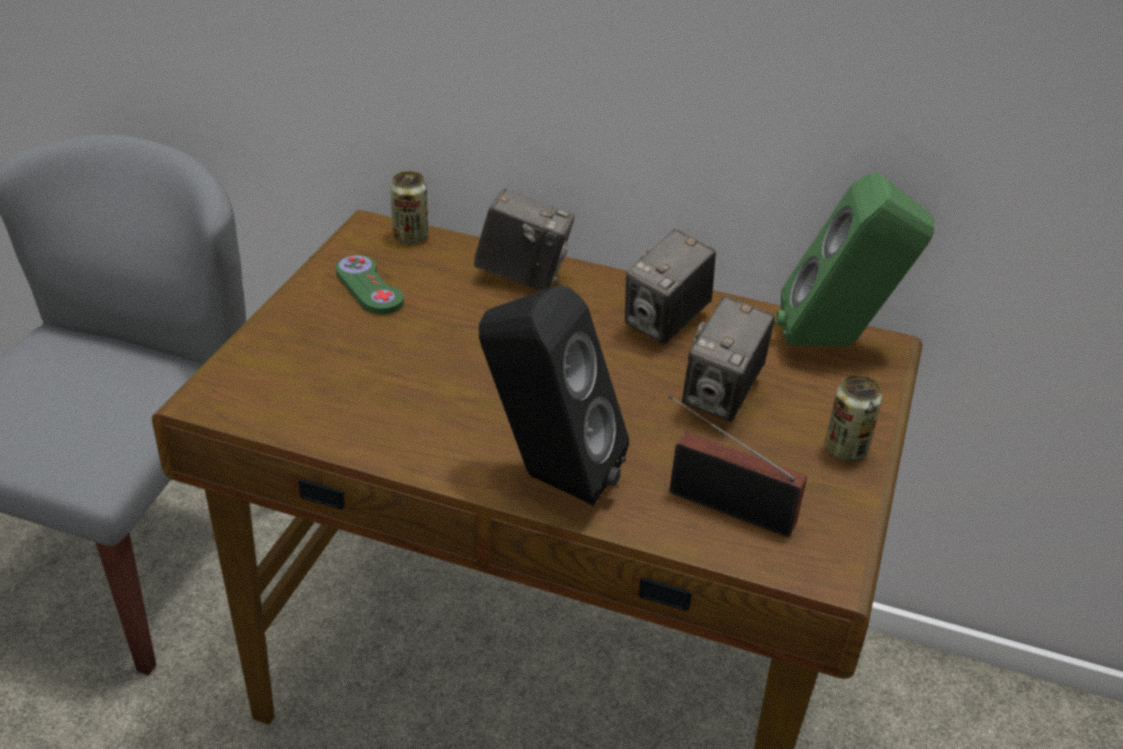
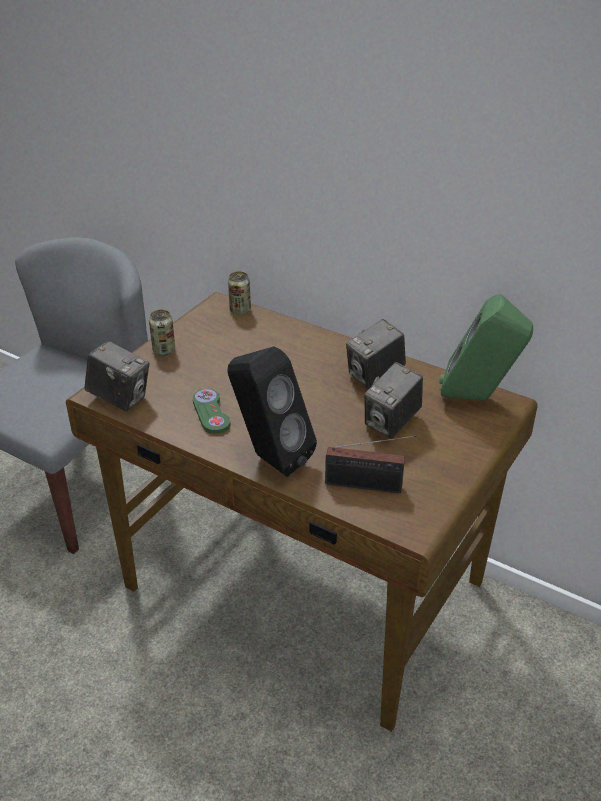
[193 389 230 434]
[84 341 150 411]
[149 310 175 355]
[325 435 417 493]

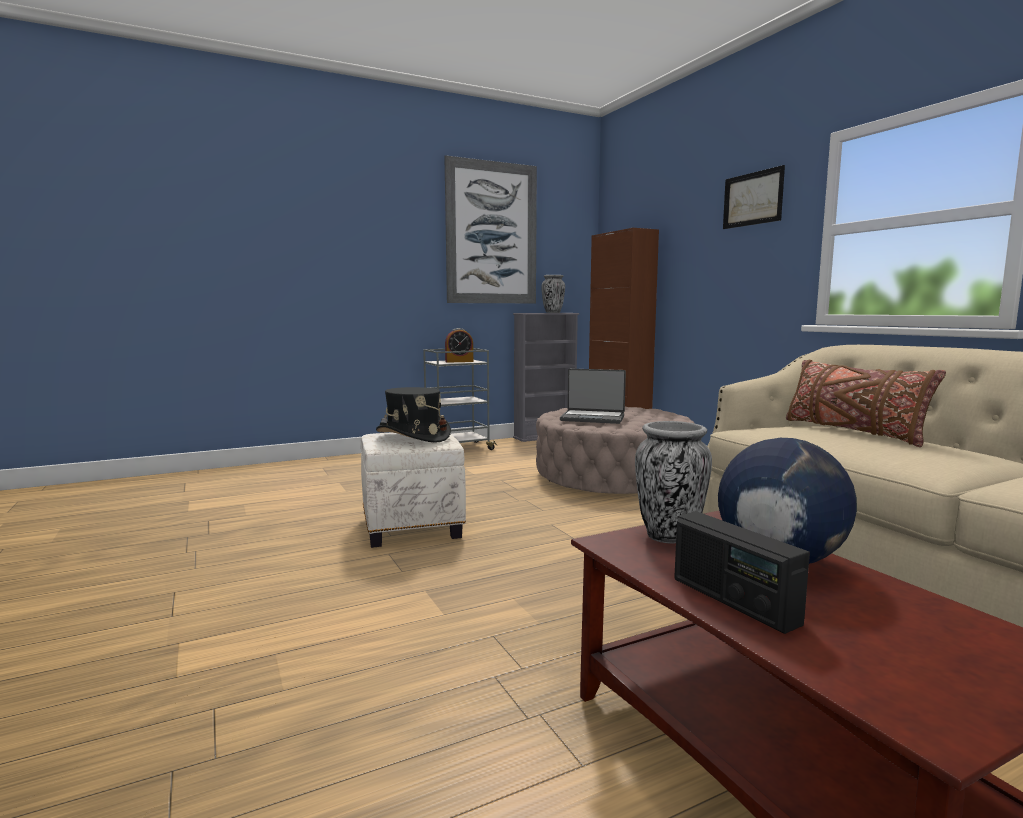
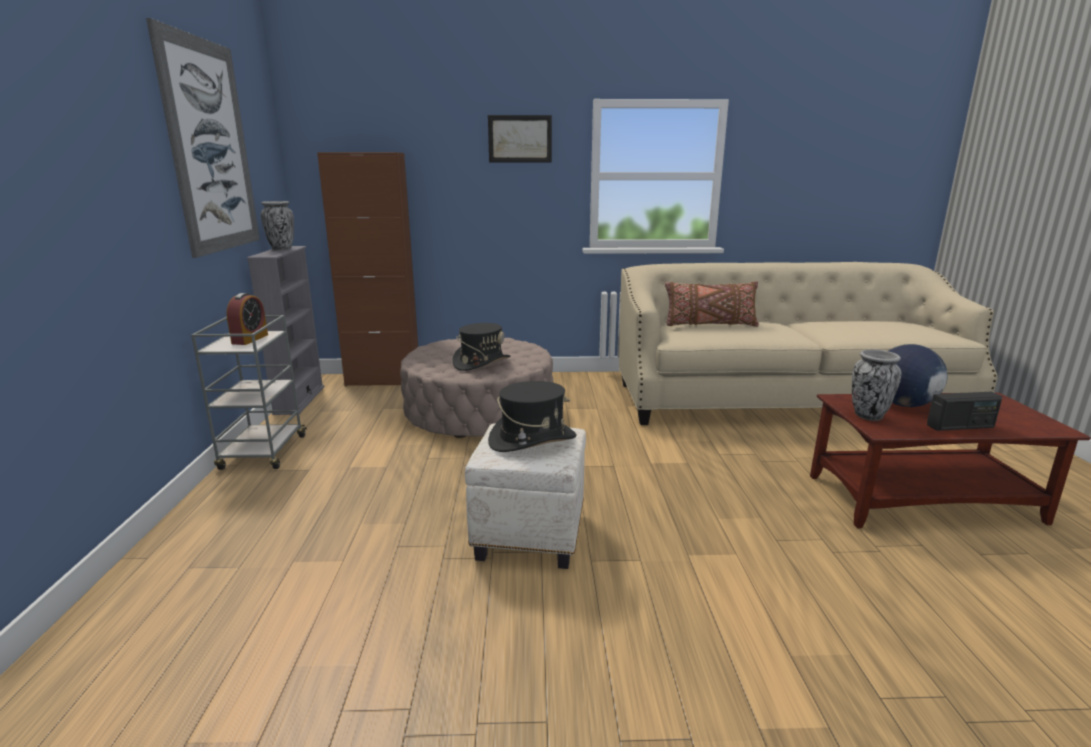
[452 323 510 371]

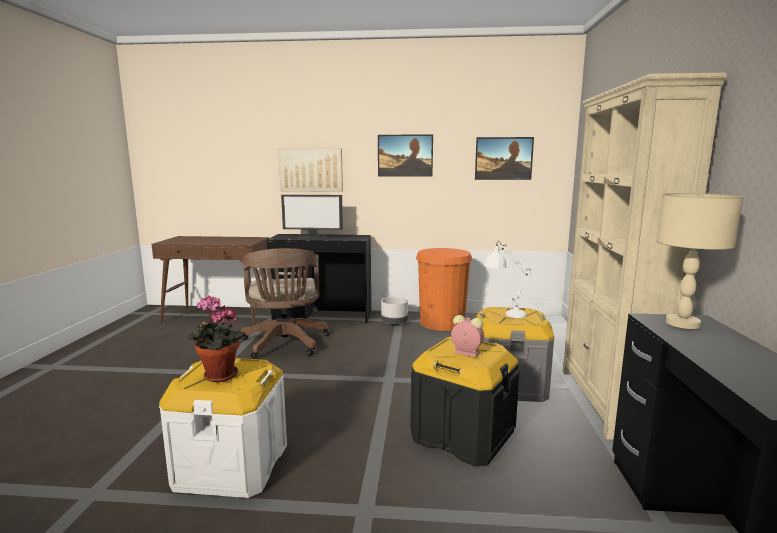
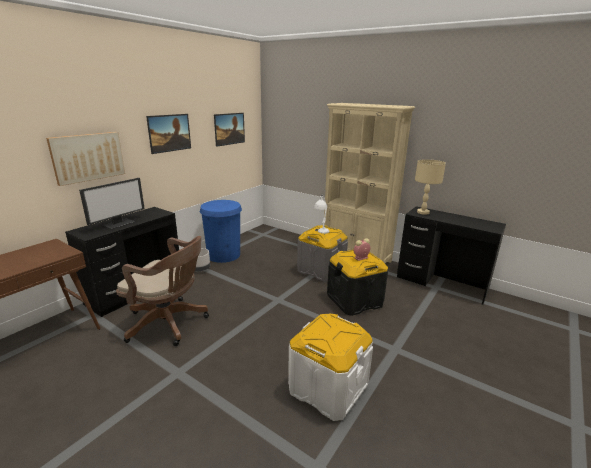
[188 295 245 383] (first image)
[200 200 242 263]

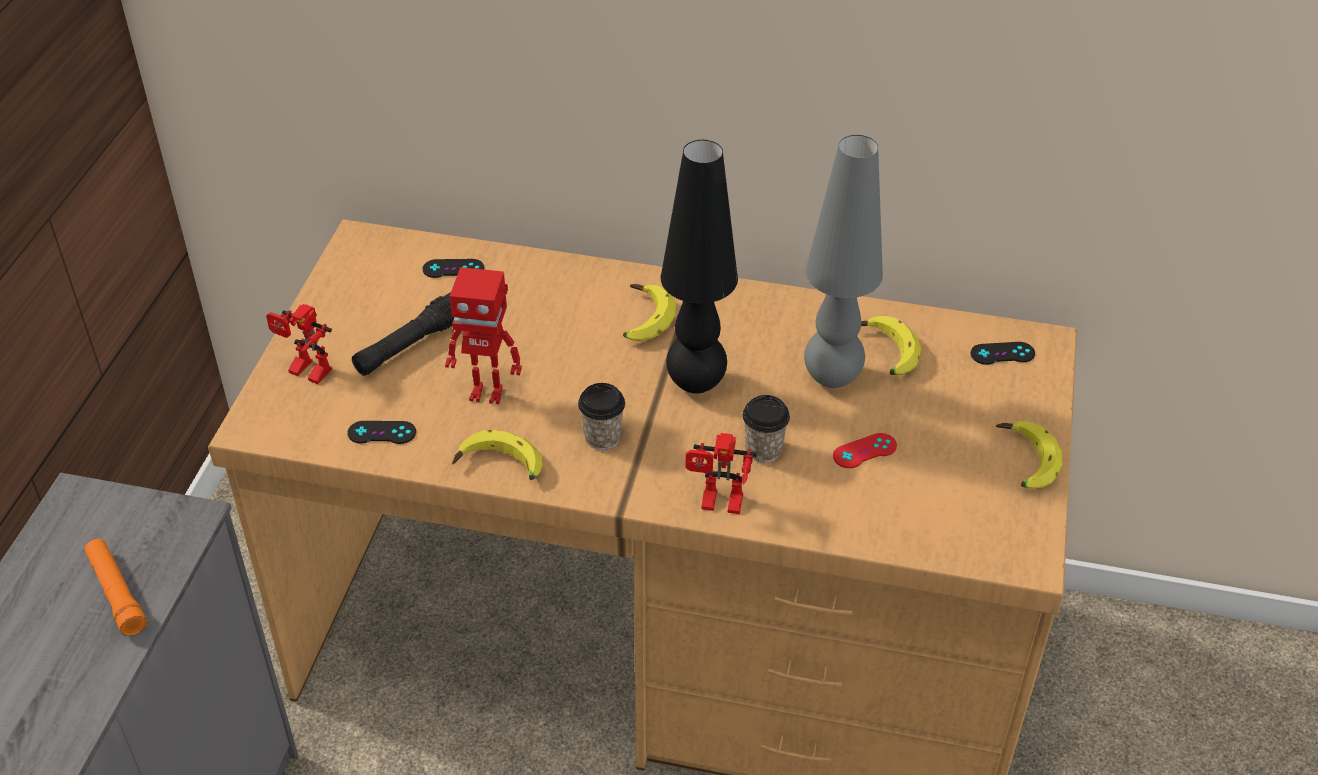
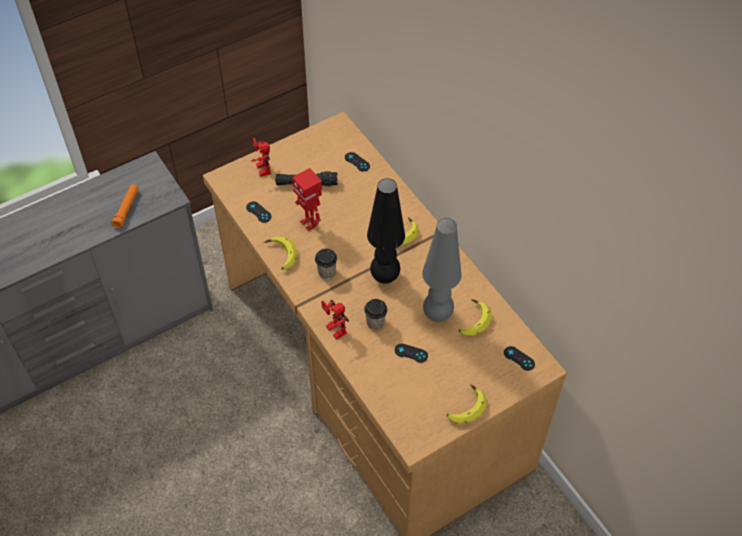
[395 344 428 363]

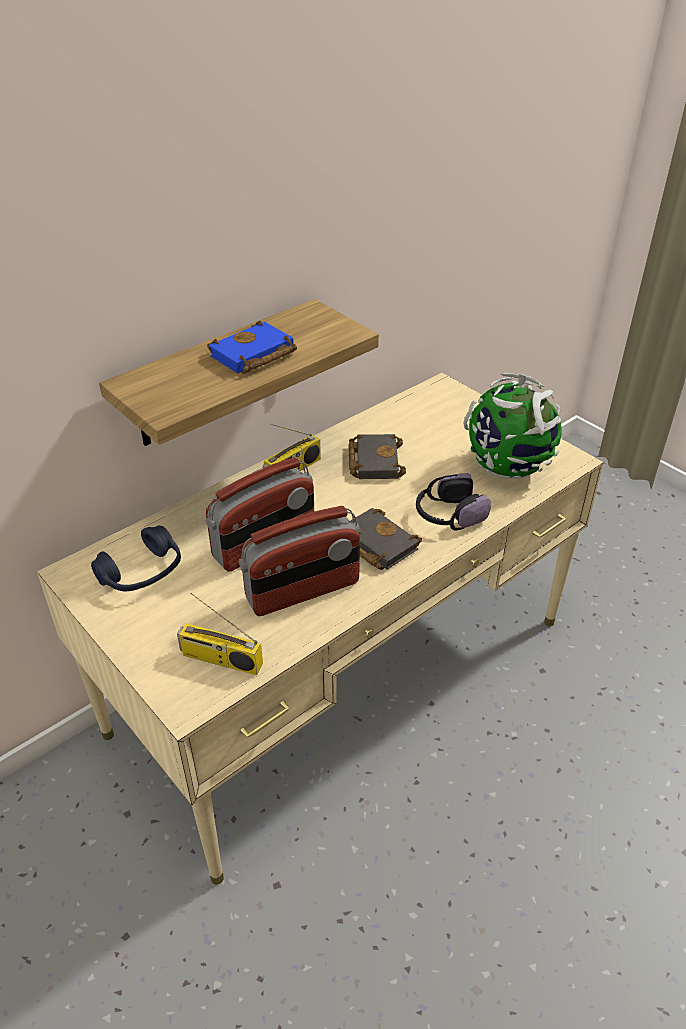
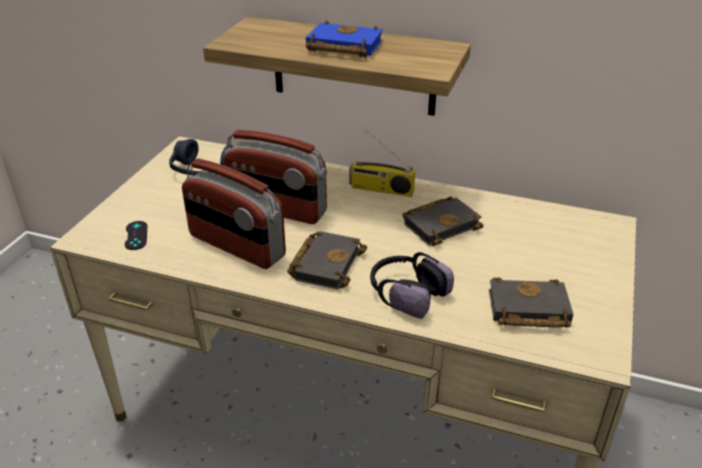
[125 221 147 250]
[489 277 573 328]

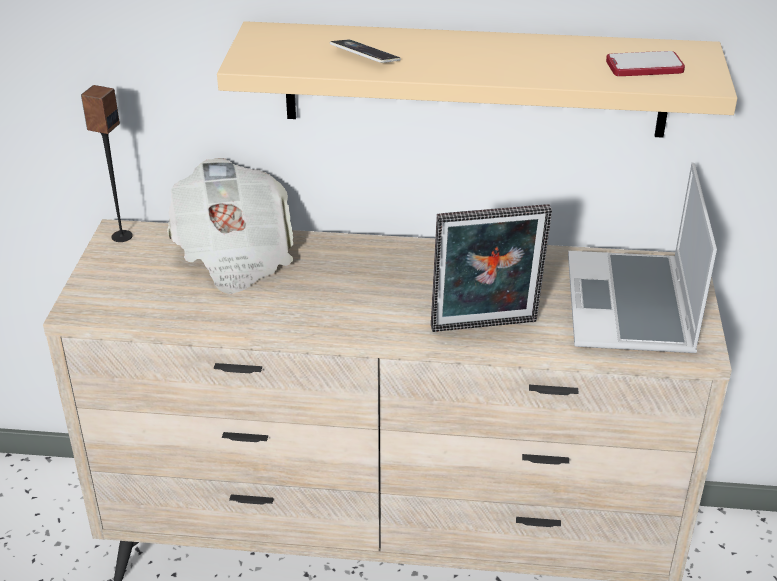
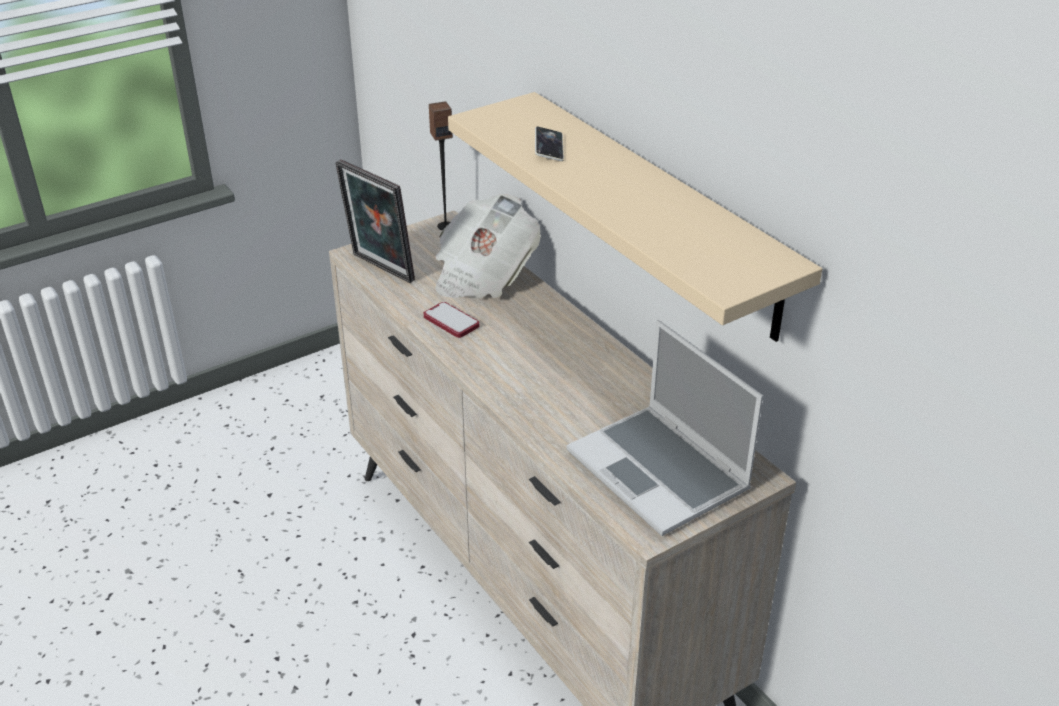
[335 159 415 283]
[423 302 479 338]
[567 320 763 536]

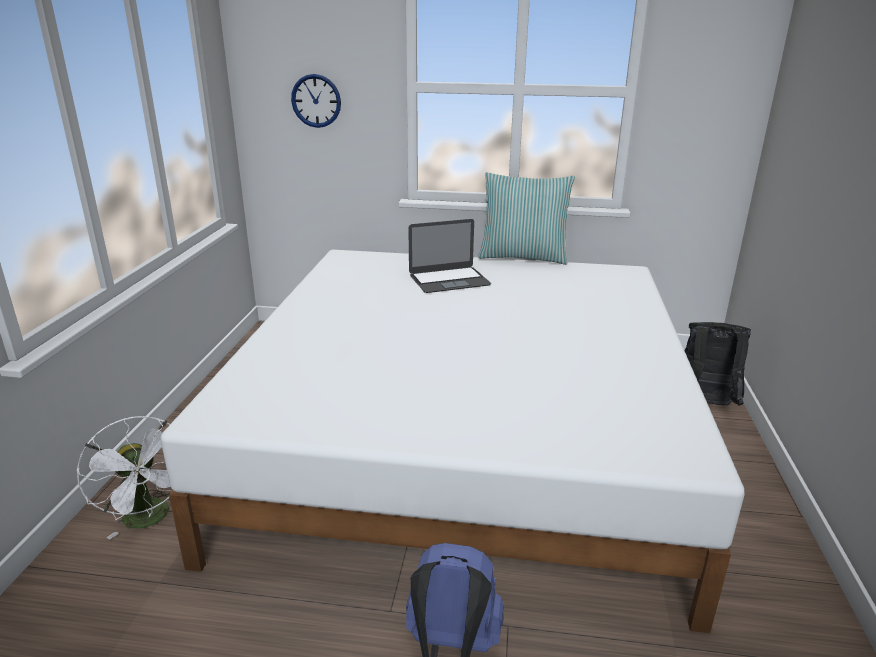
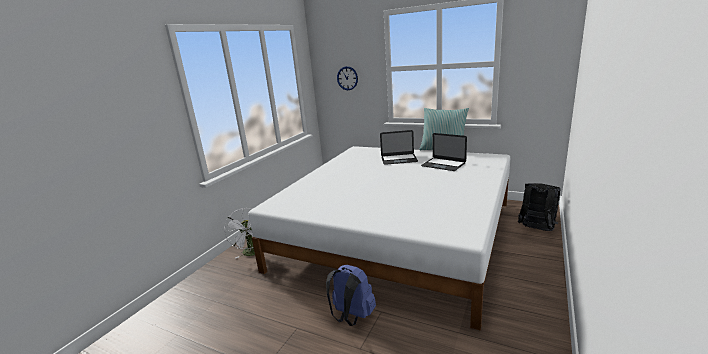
[421 133 467 171]

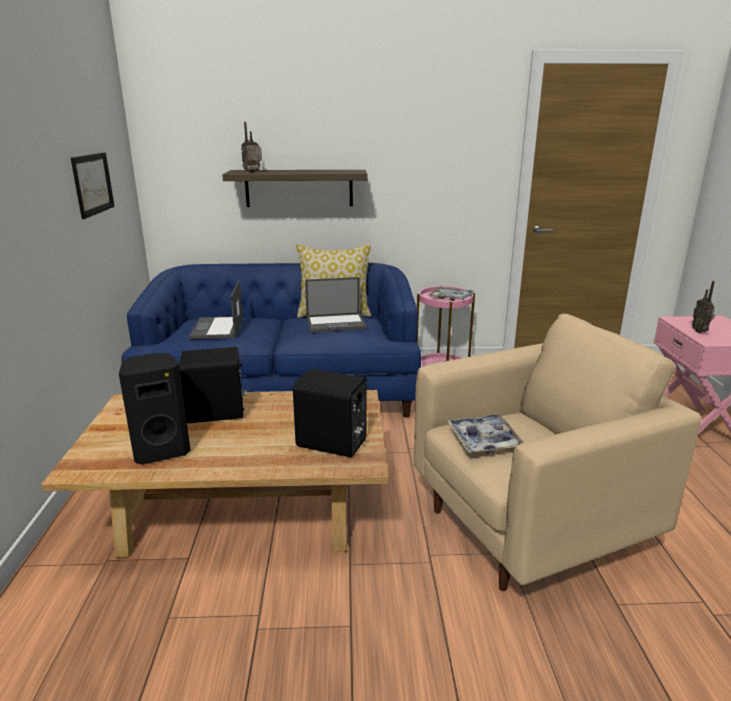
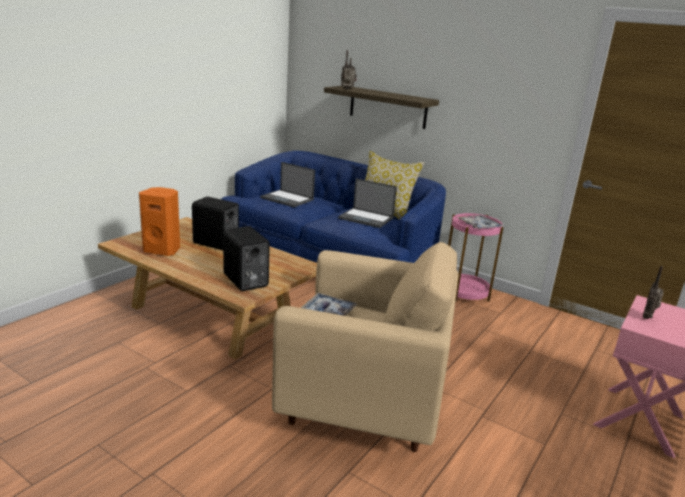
[71 152 115 219] (first image)
[139 187 180 256]
[260 162 315 207]

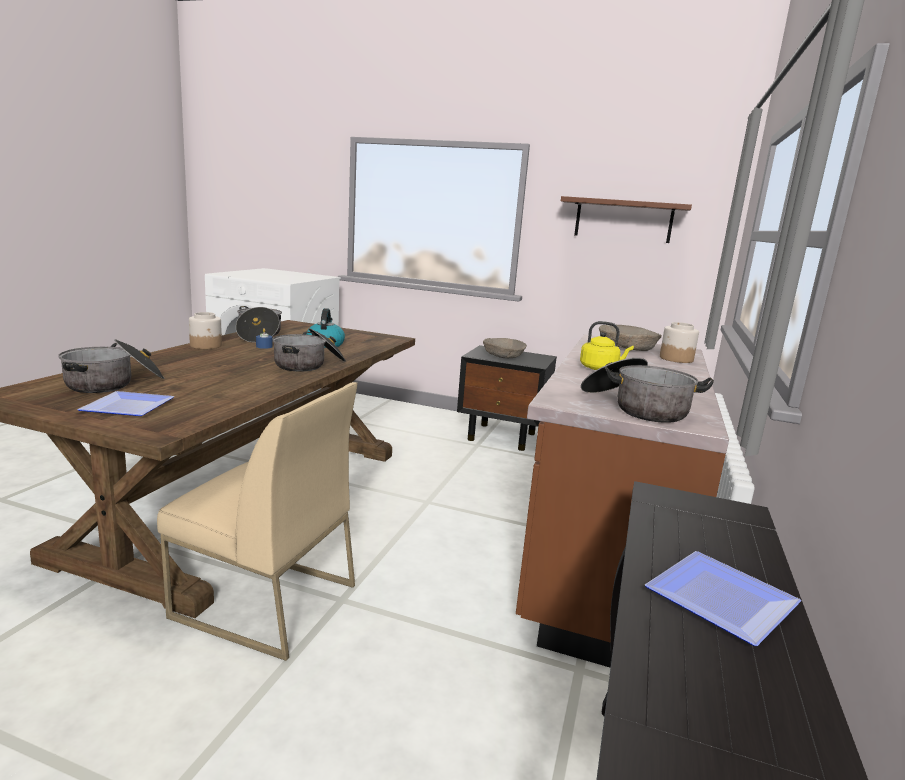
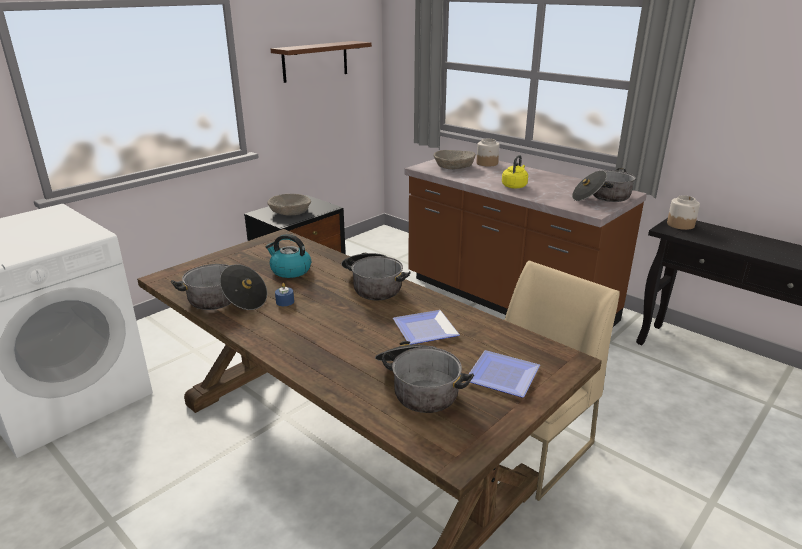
[667 196 700 230]
[393 310 460 345]

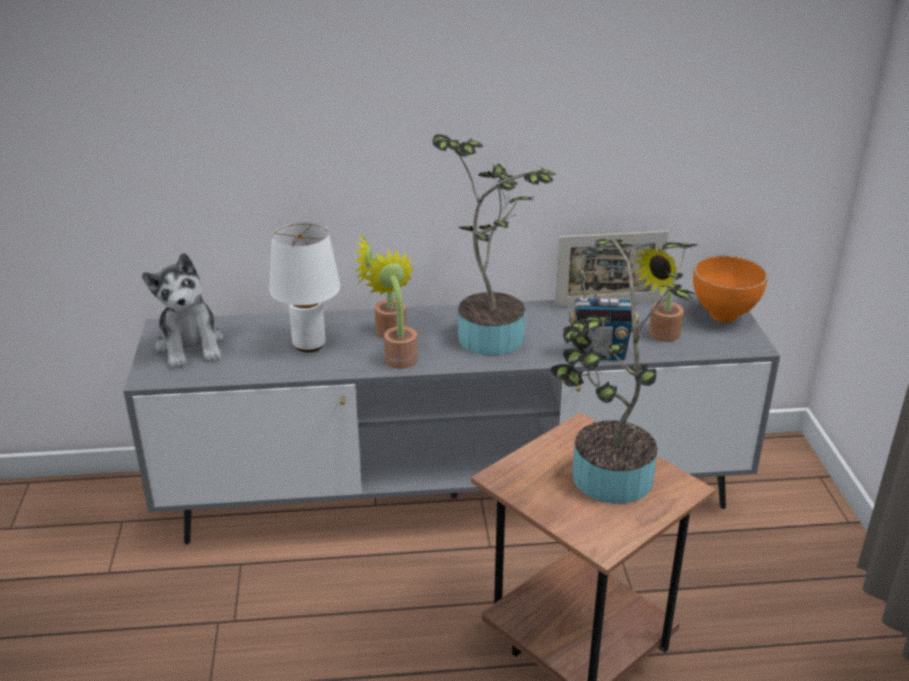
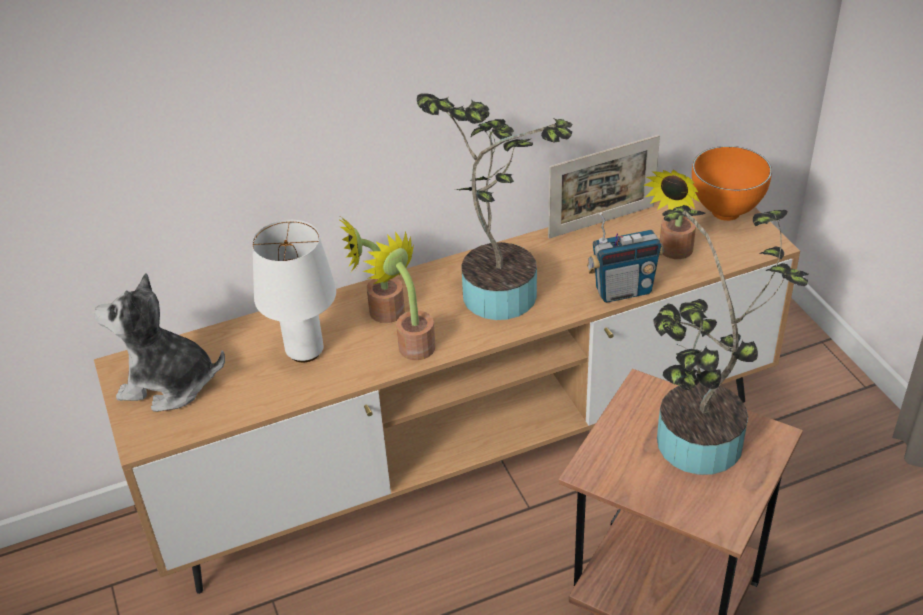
[94 198 800 594]
[95 273 225 412]

